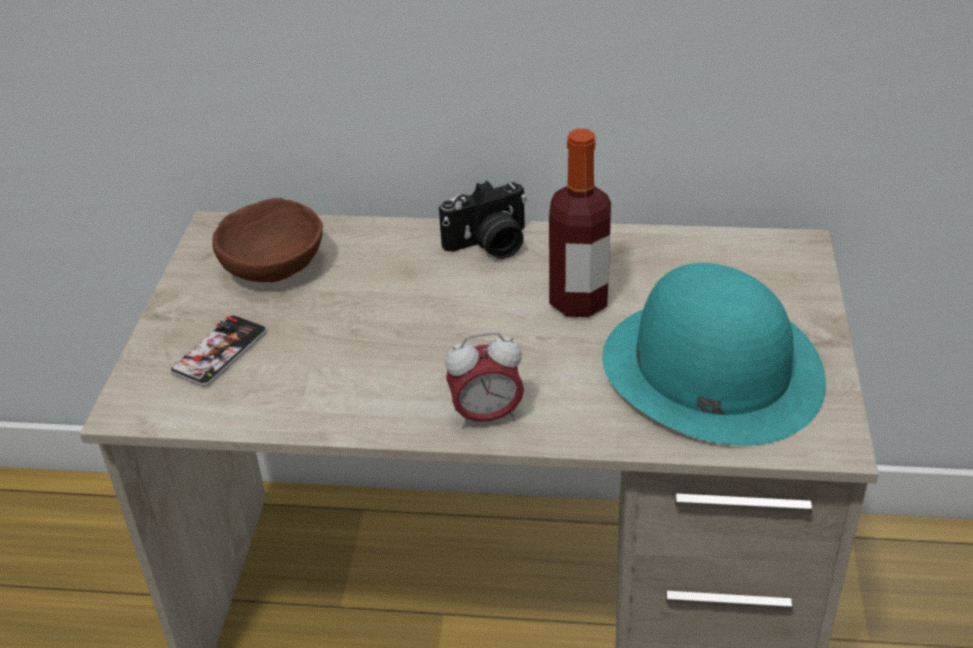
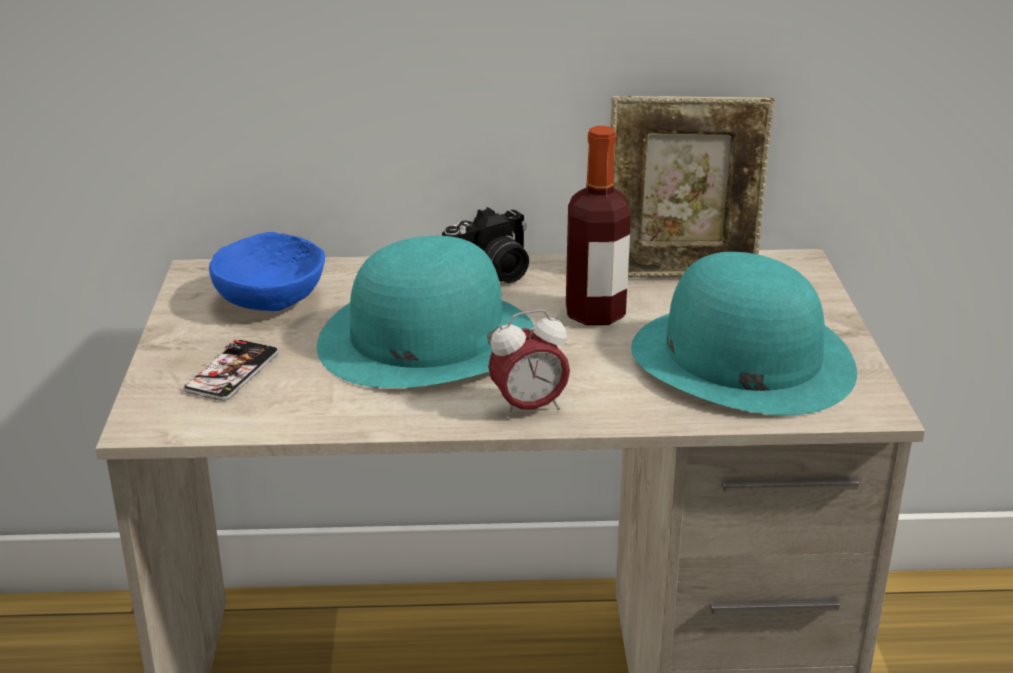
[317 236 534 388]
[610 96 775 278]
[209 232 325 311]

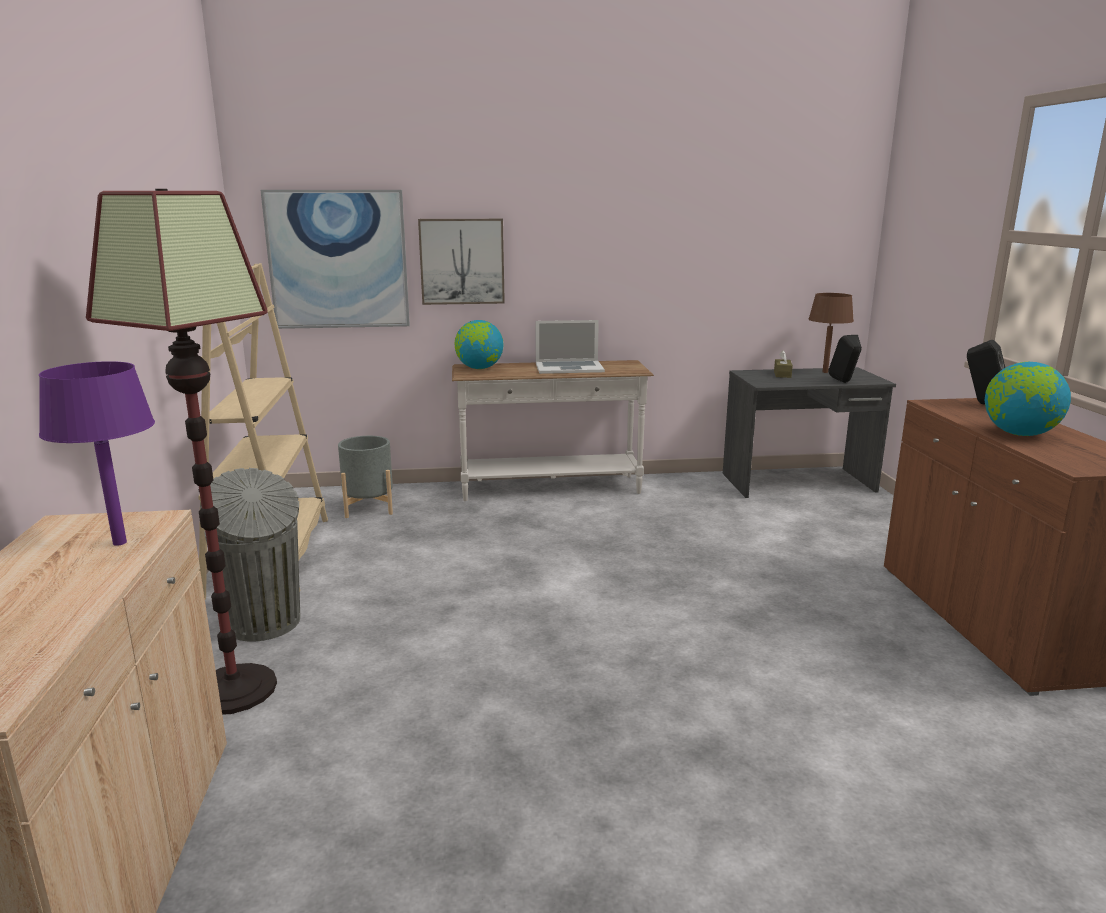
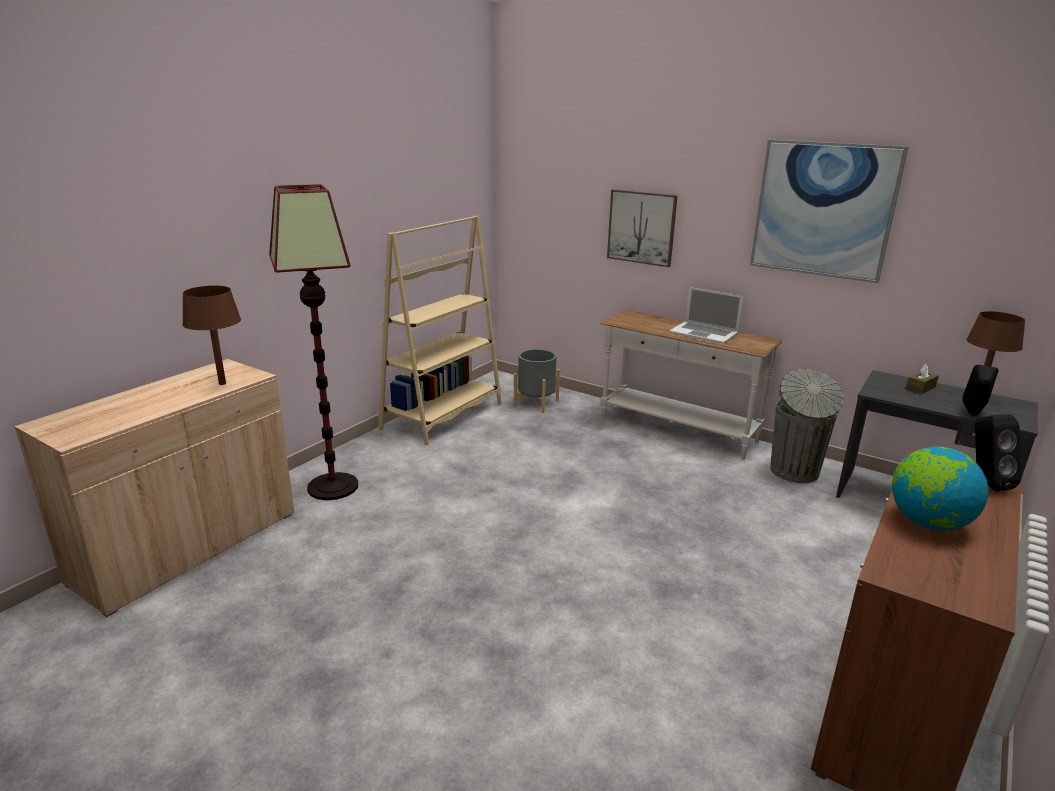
[455 320 504 369] (first image)
[770 369 843 483]
[750 140 909 283]
[182 286 241 385]

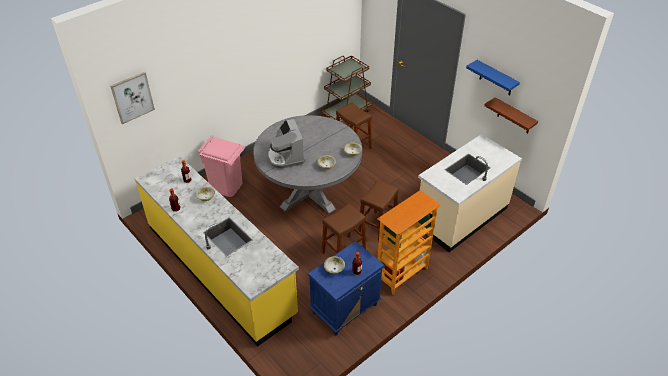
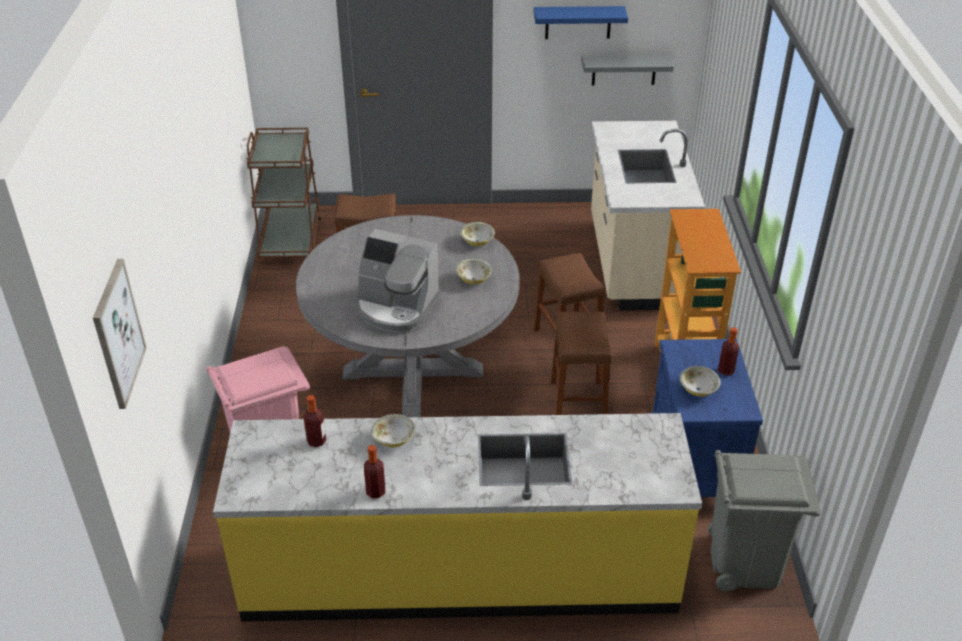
[708 450 821 591]
[581 54 674 86]

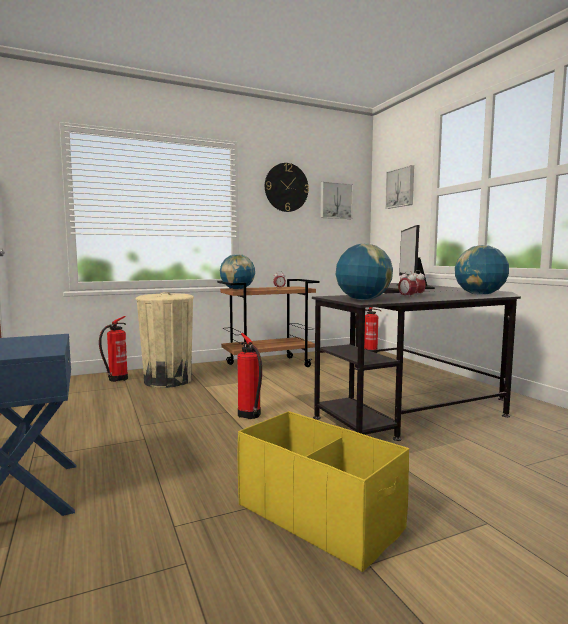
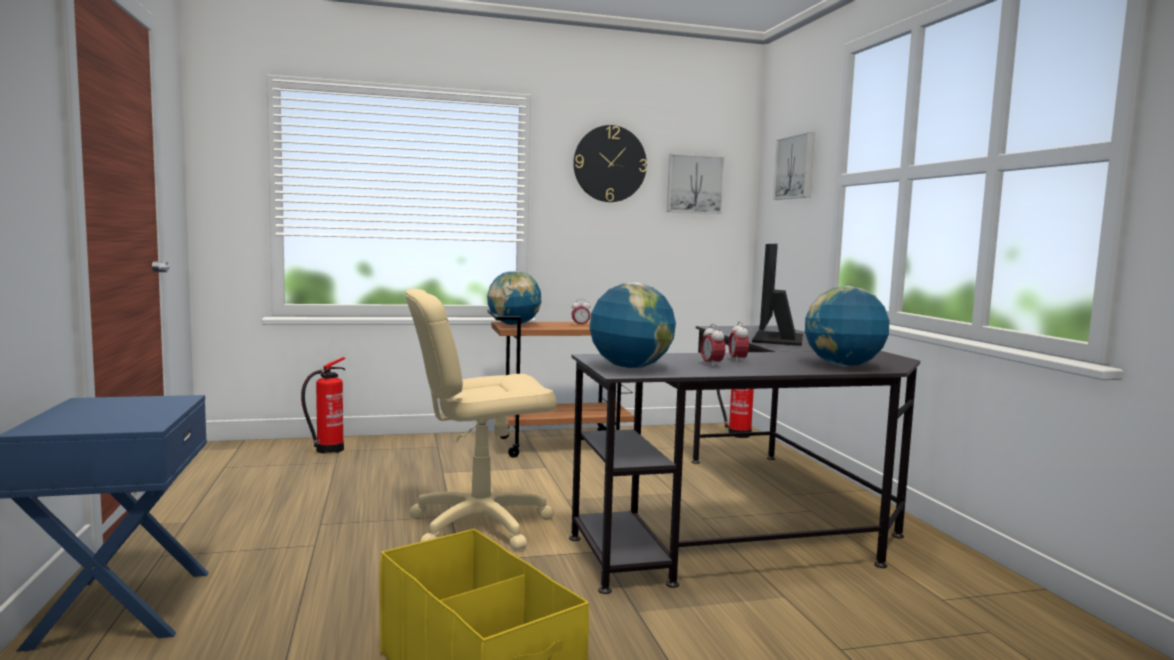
[135 292 194 388] (first image)
[405 289 556 551]

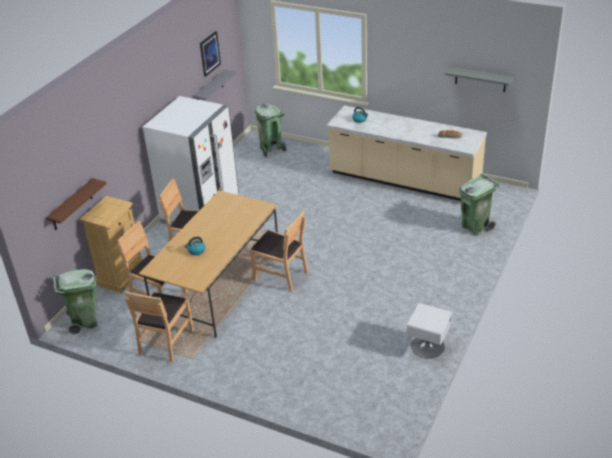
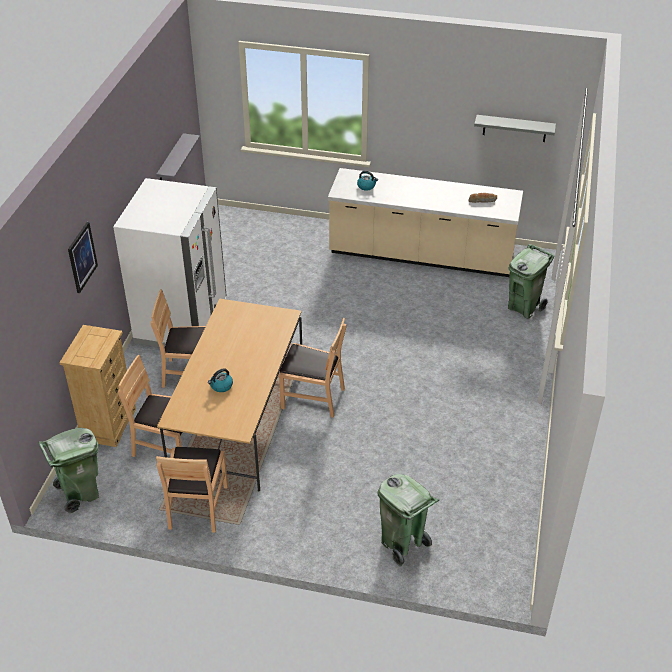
[46 178 106 230] (first image)
[406 303 452 359] (first image)
[68 222 98 293]
[378 474 439 567]

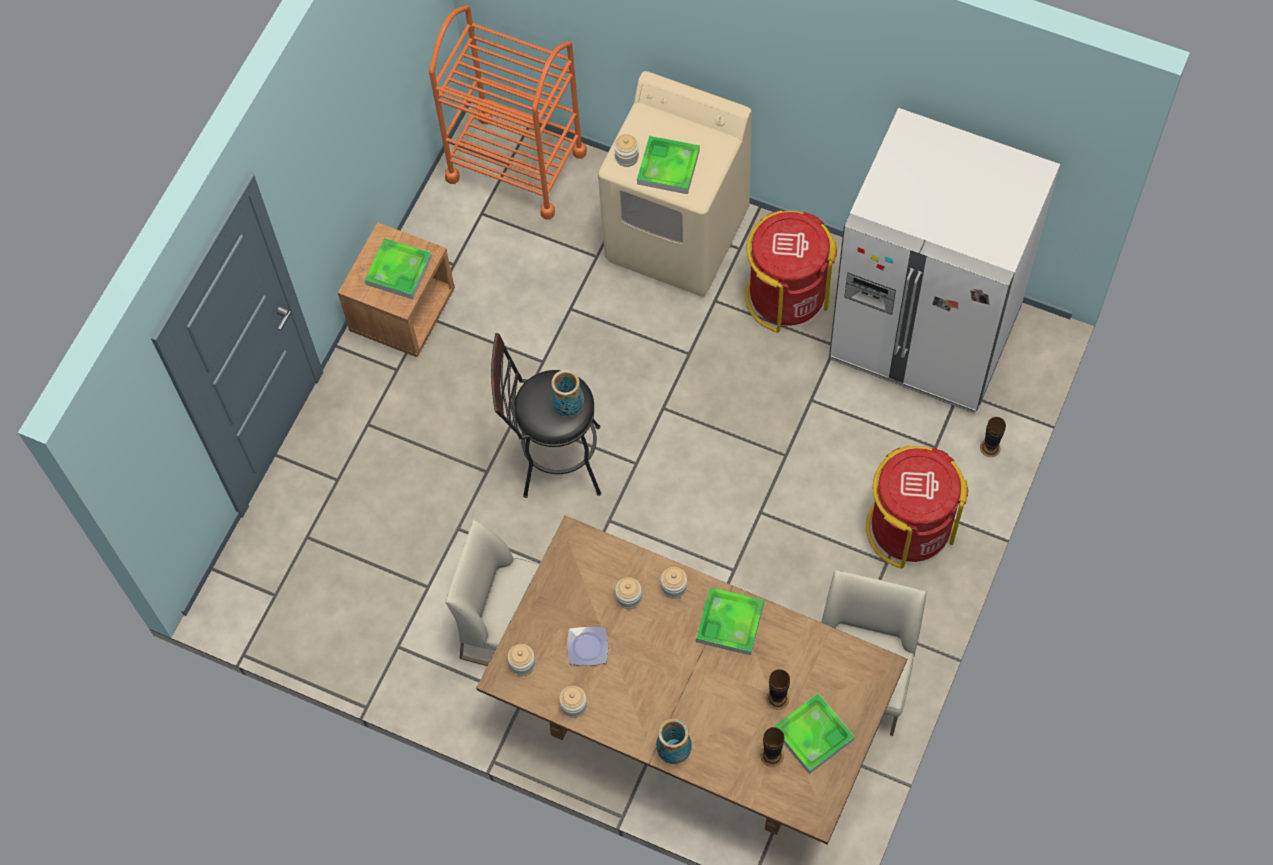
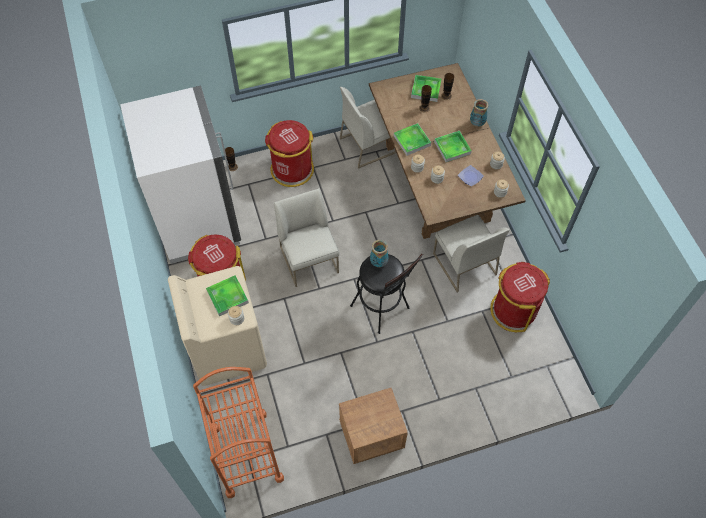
[274 188 339 287]
[490 262 550 332]
[434 131 472 162]

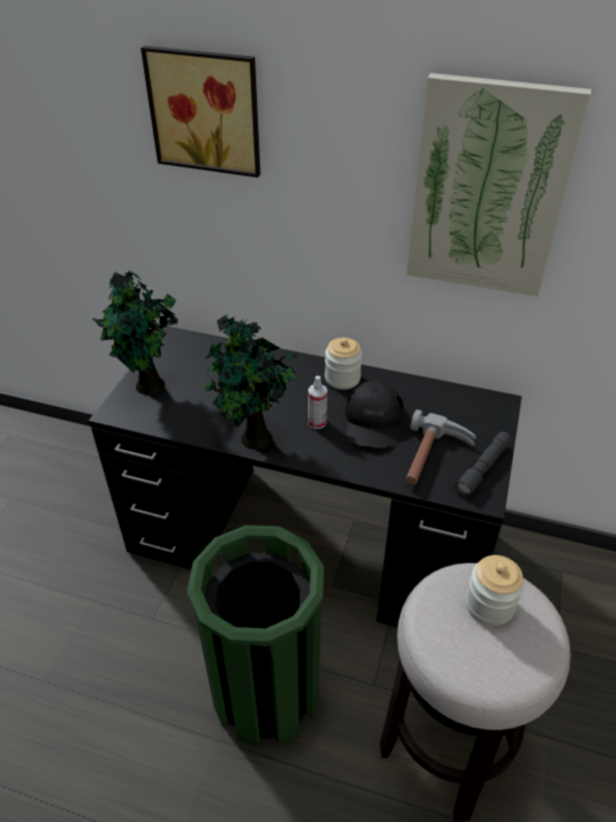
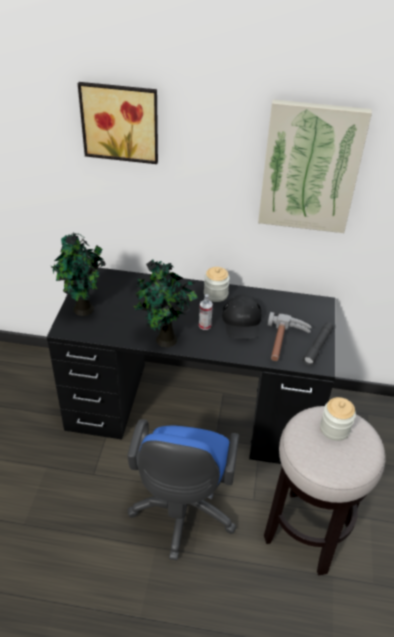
[127 419 239 560]

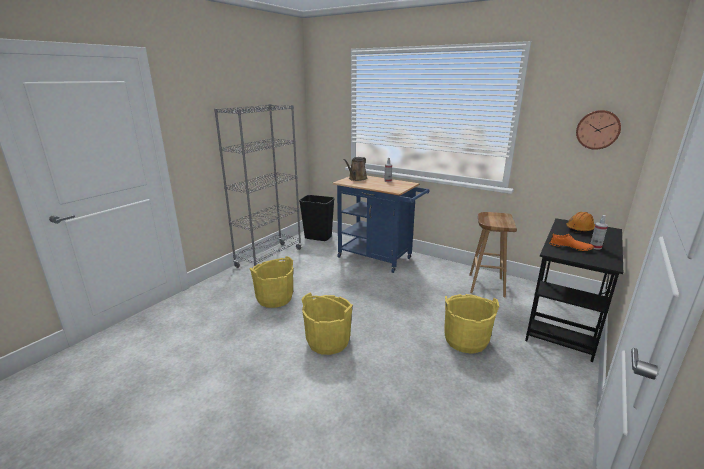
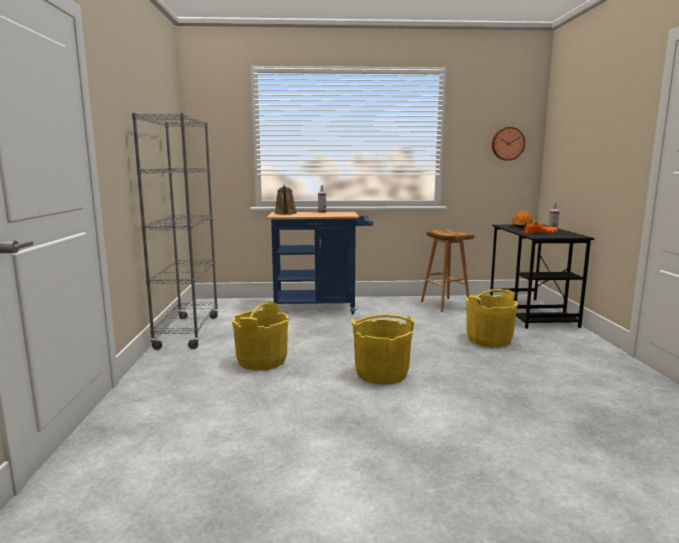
[299 195 335 241] (first image)

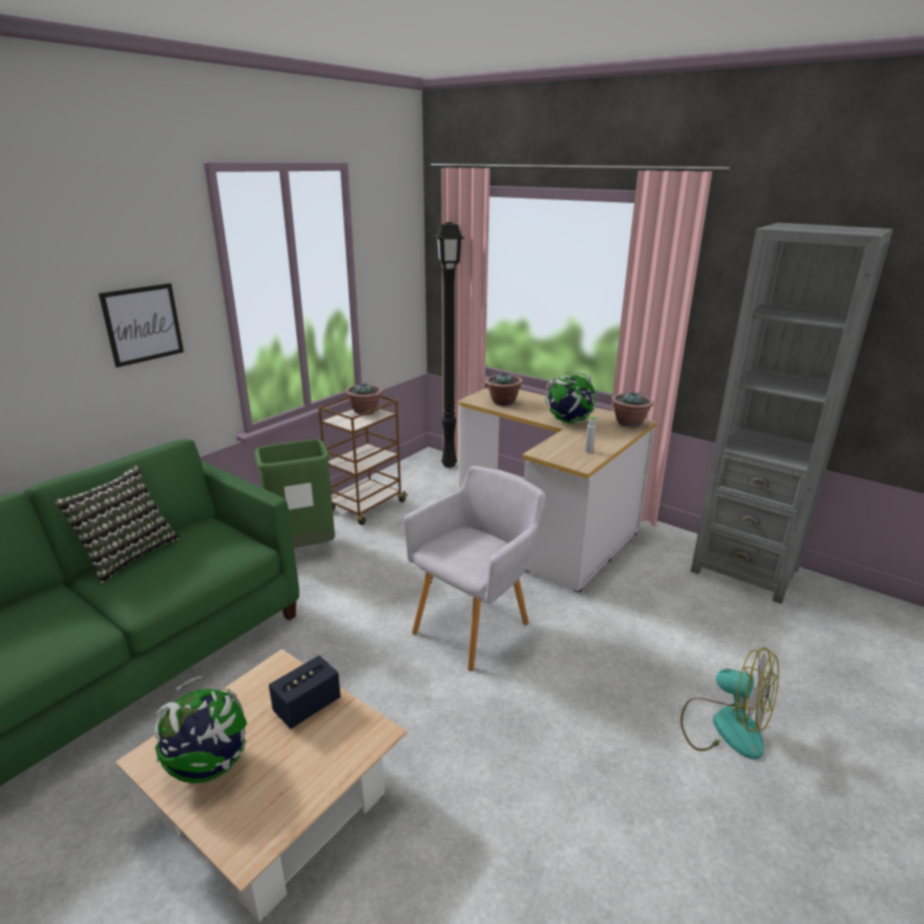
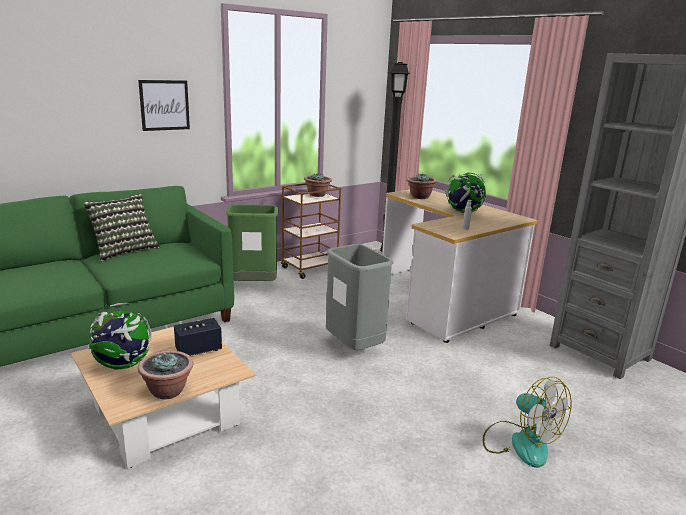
[138 351 193 400]
[326 244 394 350]

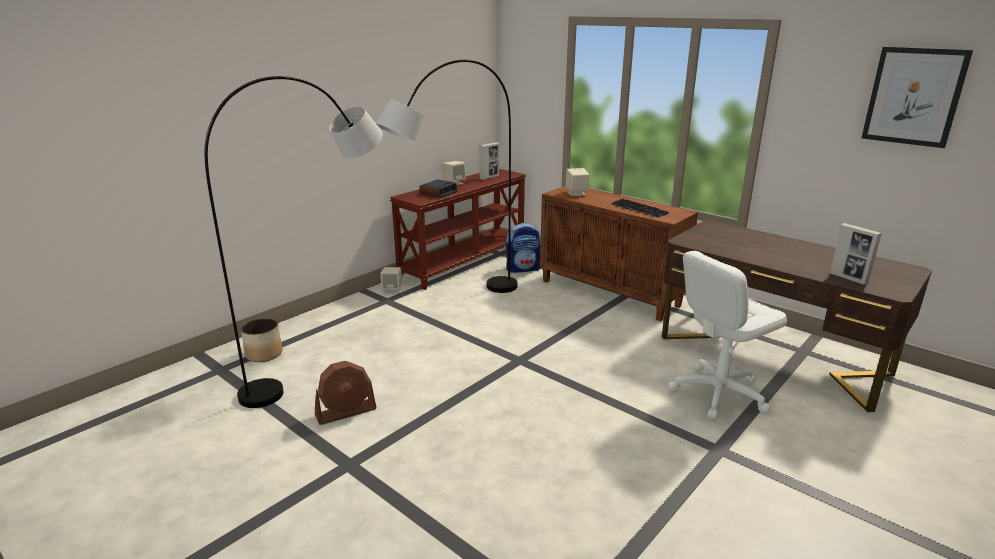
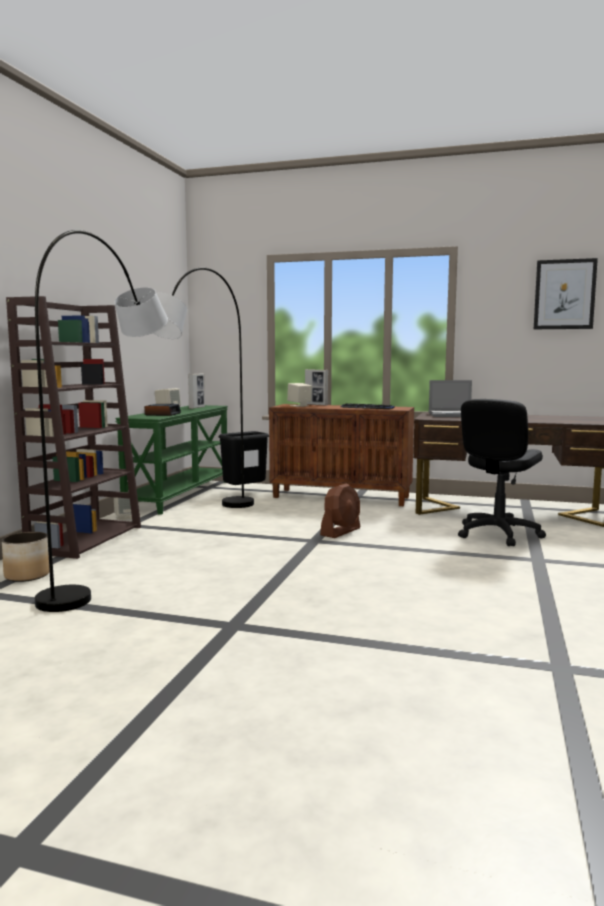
[6 296 141 559]
[429 380 472 417]
[320 483 360 538]
[305 369 328 406]
[218 431 269 485]
[115 405 228 515]
[458 399 546 546]

